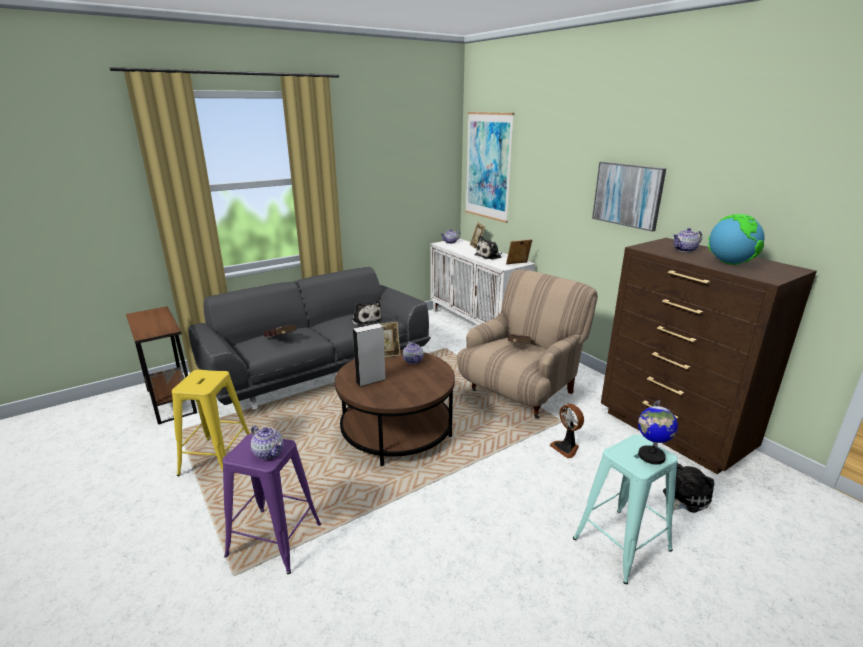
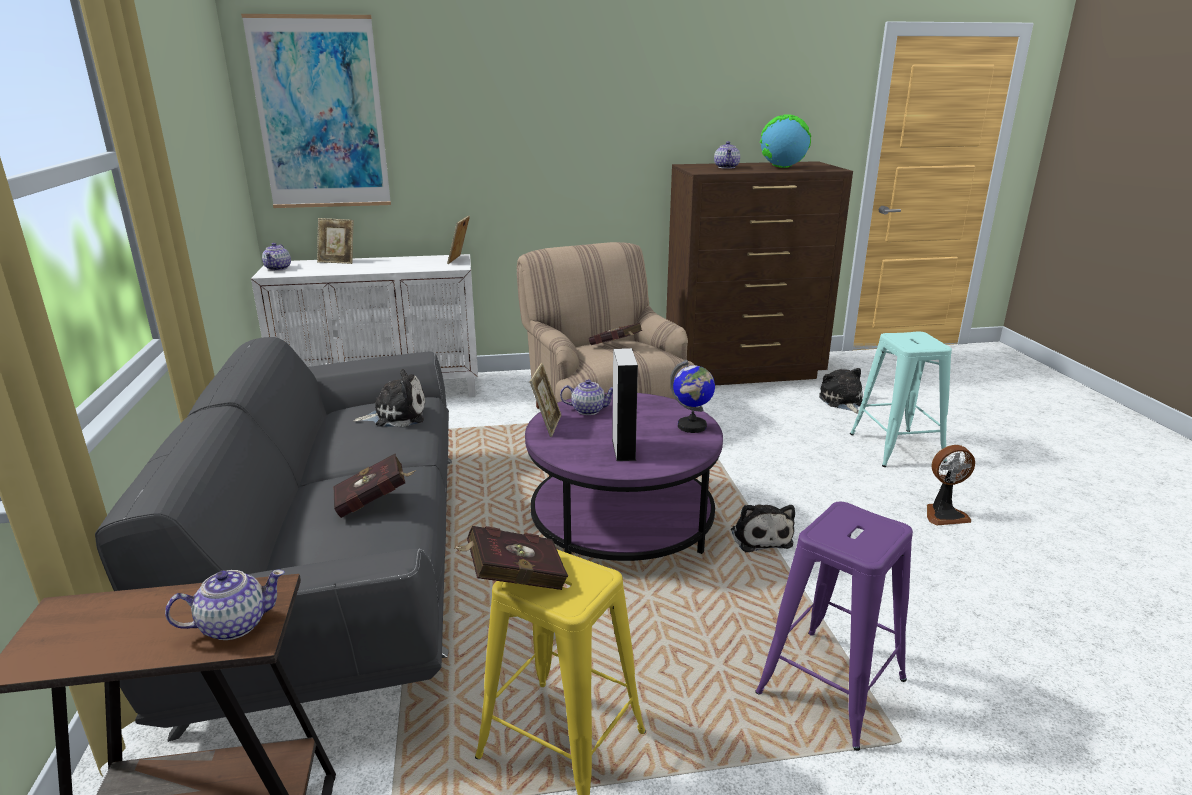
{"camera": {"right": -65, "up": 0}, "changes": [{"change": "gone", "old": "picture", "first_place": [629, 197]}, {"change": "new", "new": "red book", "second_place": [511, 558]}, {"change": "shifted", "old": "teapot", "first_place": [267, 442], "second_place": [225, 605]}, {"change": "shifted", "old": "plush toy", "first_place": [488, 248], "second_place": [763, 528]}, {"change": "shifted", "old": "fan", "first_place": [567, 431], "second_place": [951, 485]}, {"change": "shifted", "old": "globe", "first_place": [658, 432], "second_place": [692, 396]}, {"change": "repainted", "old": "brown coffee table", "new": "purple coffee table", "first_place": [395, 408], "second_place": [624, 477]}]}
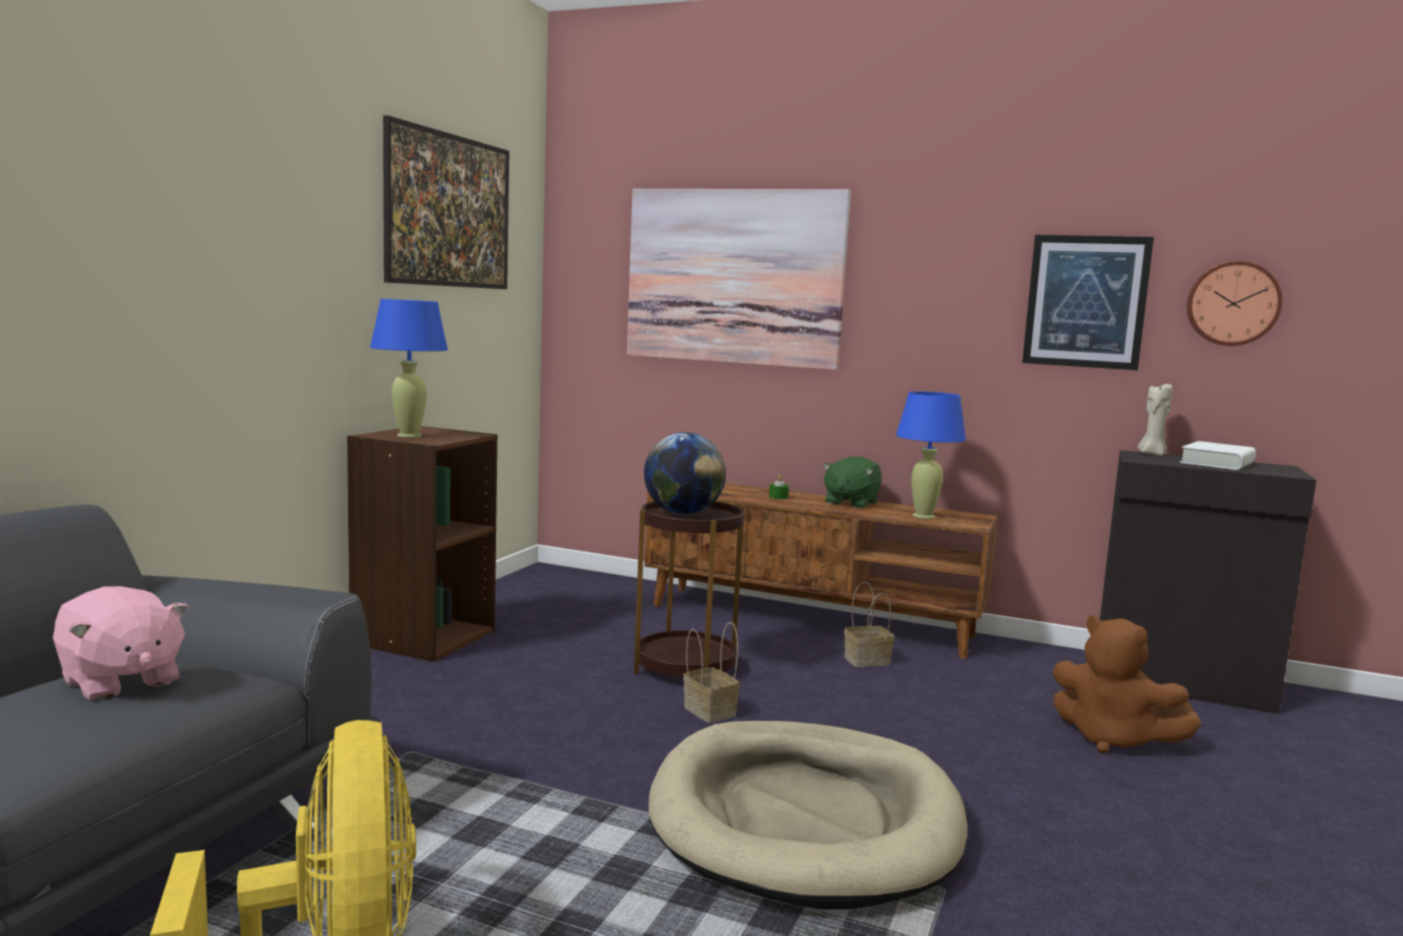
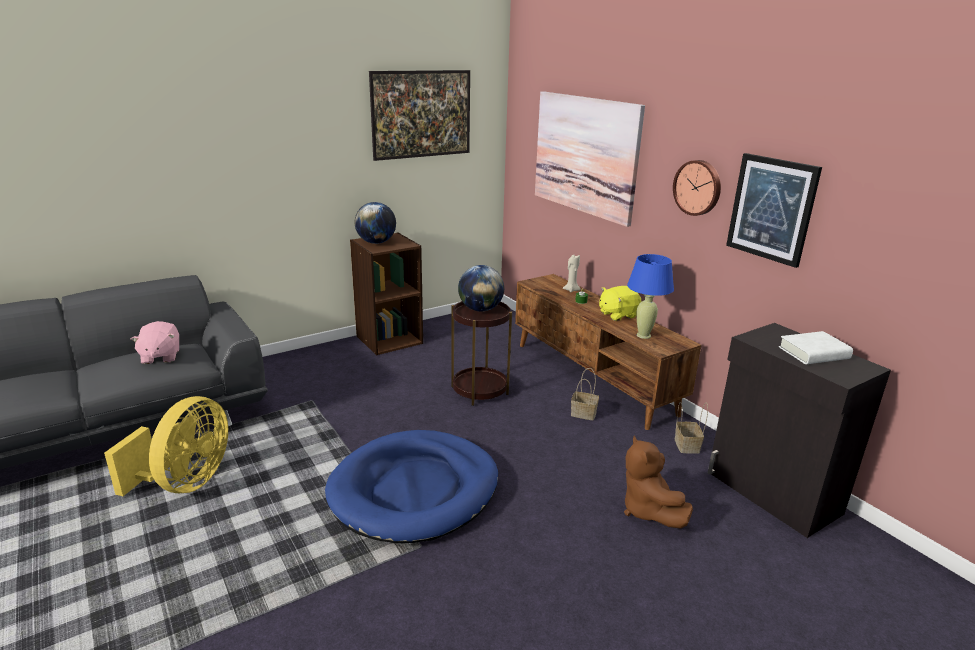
{"camera": {"right": 35, "up": 15}, "changes": [{"change": "shifted", "old": "basket", "first_place": [712, 672], "second_place": [691, 428]}, {"change": "shifted", "old": "beige candle", "first_place": [1155, 419], "second_place": [572, 273]}, {"change": "shifted", "old": "wall clock", "first_place": [1234, 303], "second_place": [697, 188]}, {"change": "swapped", "old": "blue table lamp", "new": "globe", "first_place": [409, 368], "second_place": [375, 223]}, {"change": "repainted", "old": "beige dog bed", "new": "blue dog bed", "first_place": [808, 815], "second_place": [411, 486]}, {"change": "repainted", "old": "green plush toy", "new": "yellow plush toy", "first_place": [852, 483], "second_place": [620, 303]}]}
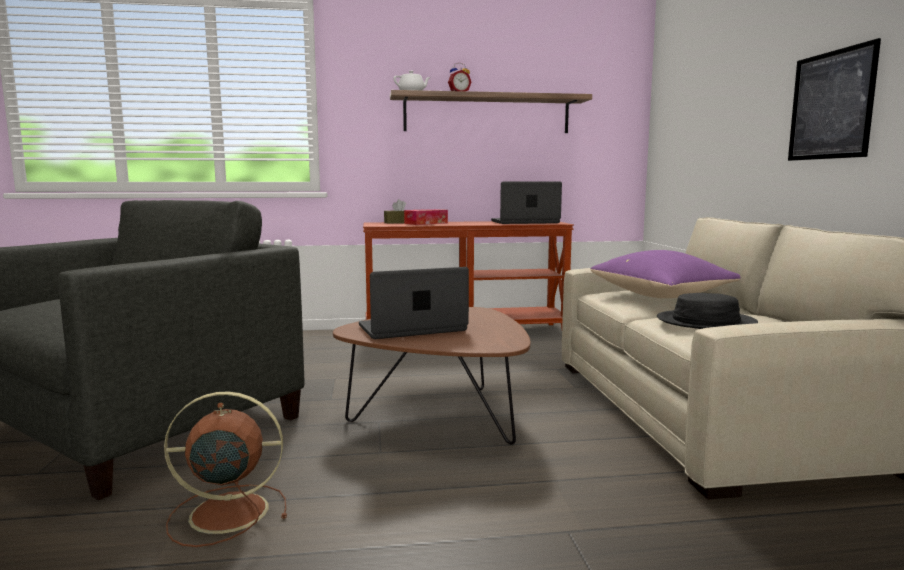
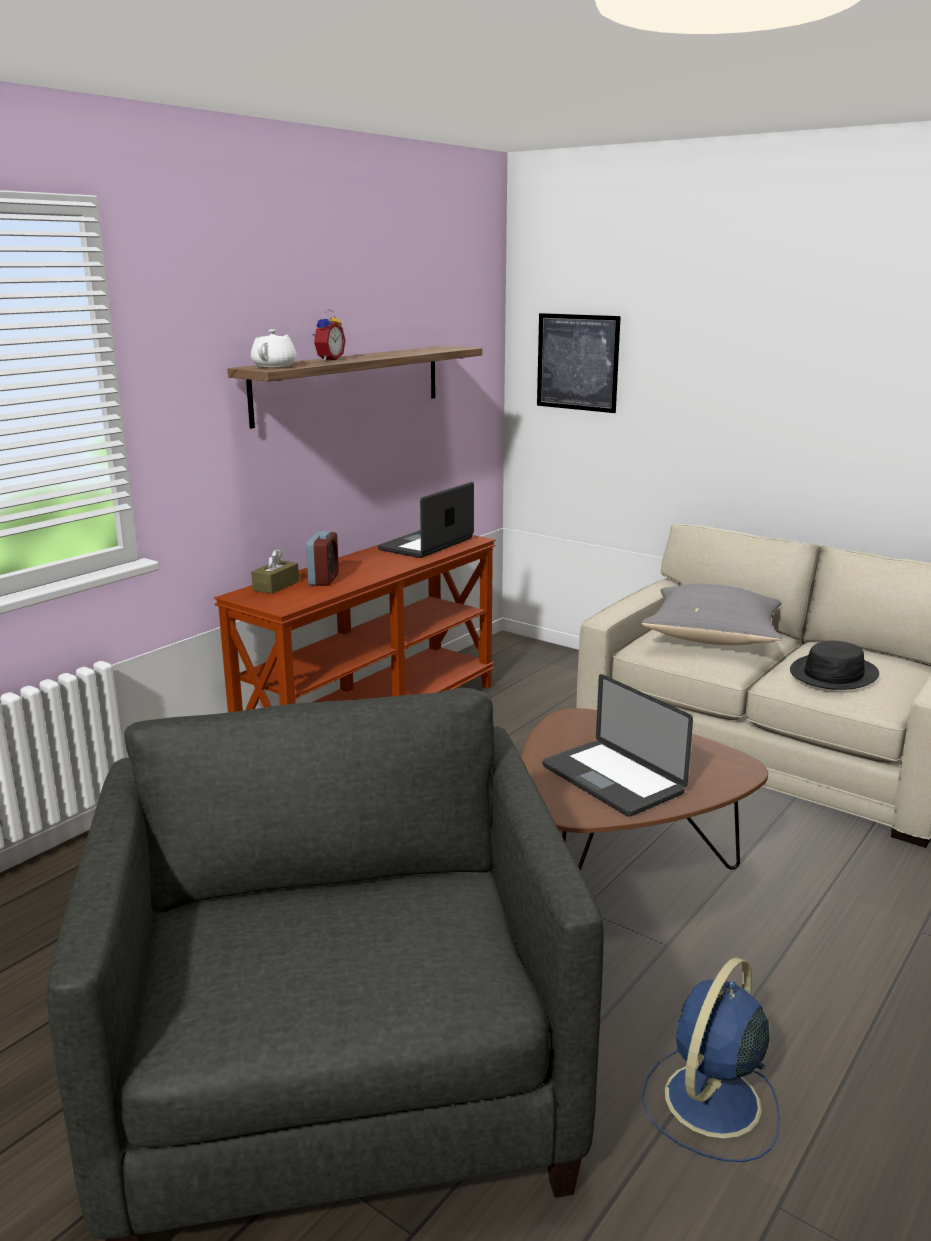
{"camera": {"right": -45, "up": 10}, "changes": [{"change": "shifted", "old": "picture", "first_place": [834, 99], "second_place": [579, 363]}, {"change": "swapped", "old": "tissue box", "new": "alarm clock", "first_place": [426, 217], "second_place": [322, 558]}, {"change": "repainted", "old": "brown fan", "new": "blue fan", "first_place": [225, 469], "second_place": [711, 1059]}, {"change": "repainted", "old": "purple pillow", "new": "grey pillow", "first_place": [665, 274], "second_place": [711, 614]}, {"change": "rotated", "old": "laptop", "first_place": [414, 303], "second_place": [617, 745], "degrees": -60}]}
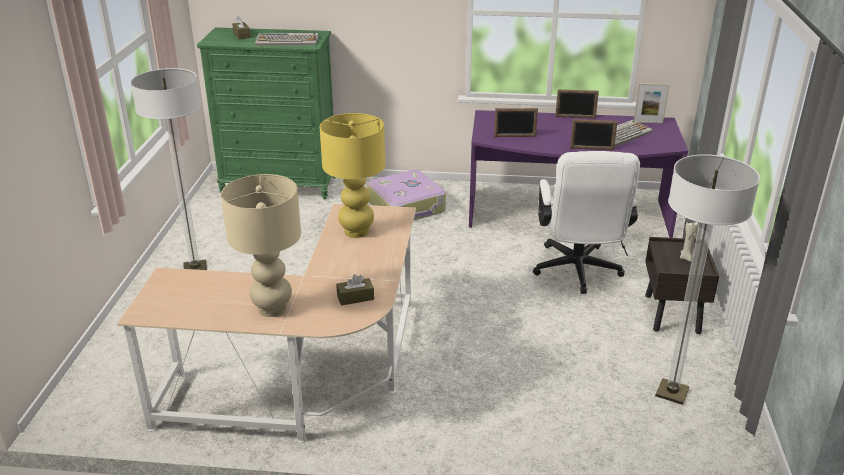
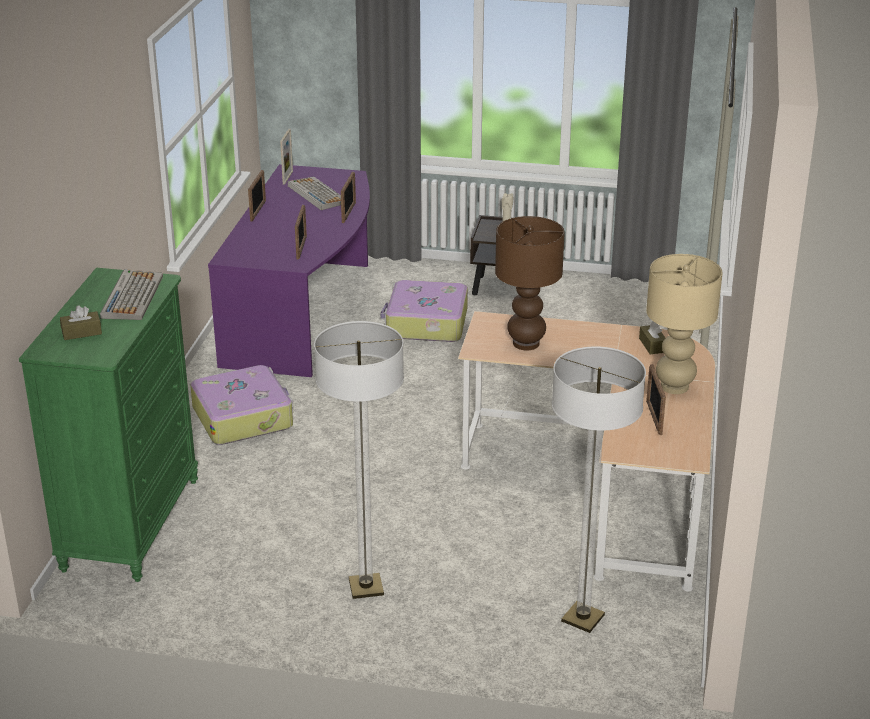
{"camera": {"right": -85, "up": 0}, "changes": [{"change": "new", "new": "picture frame", "second_place": [656, 399]}, {"change": "shifted", "old": "floor lamp", "first_place": [707, 279], "second_place": [599, 489]}, {"change": "swapped", "old": "white office chair", "new": "suitcase", "first_place": [586, 222], "second_place": [424, 311]}, {"change": "repainted", "old": "yellow table lamp", "new": "brown table lamp", "first_place": [352, 175], "second_place": [530, 283]}]}
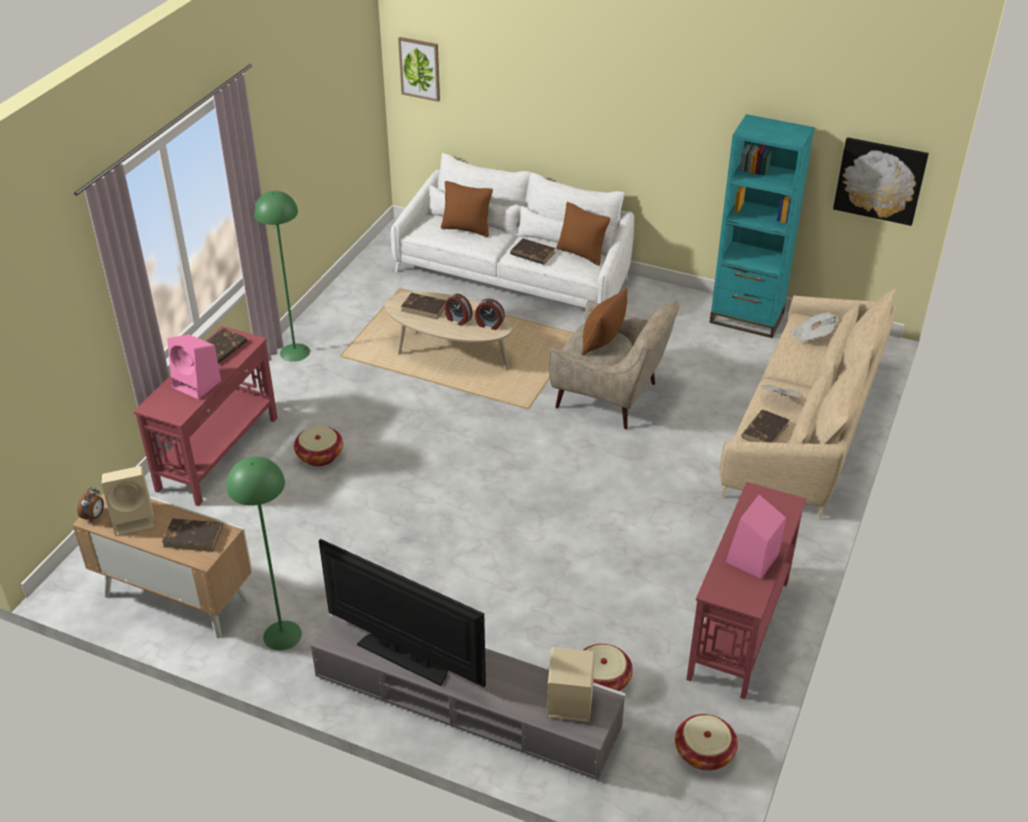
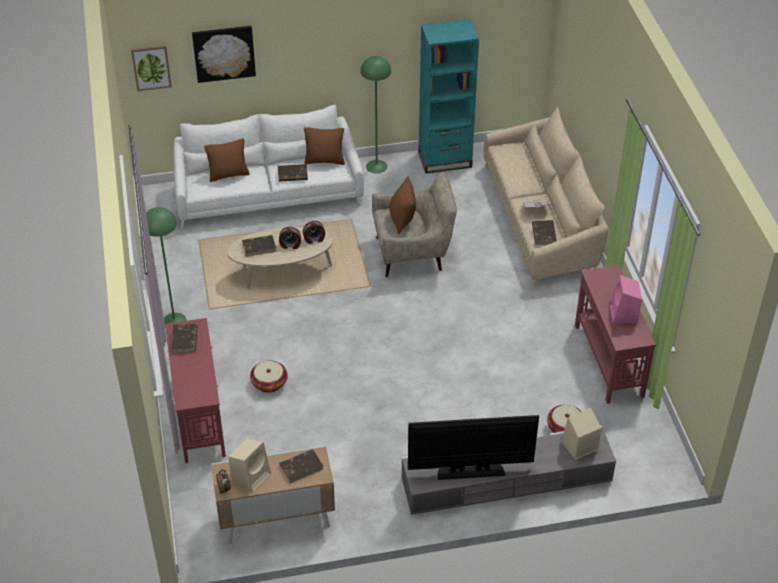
{"camera": {"right": -35, "up": 5}, "changes": [{"change": "gone", "old": "pink speaker", "first_place": [194, 366]}, {"change": "gone", "old": "basket", "first_place": [706, 742]}, {"change": "gone", "old": "newspaper", "first_place": [814, 327]}, {"change": "shifted", "old": "green floor lamp", "first_place": [264, 553], "second_place": [375, 115]}, {"change": "shifted", "old": "picture", "first_place": [881, 181], "second_place": [224, 54]}]}
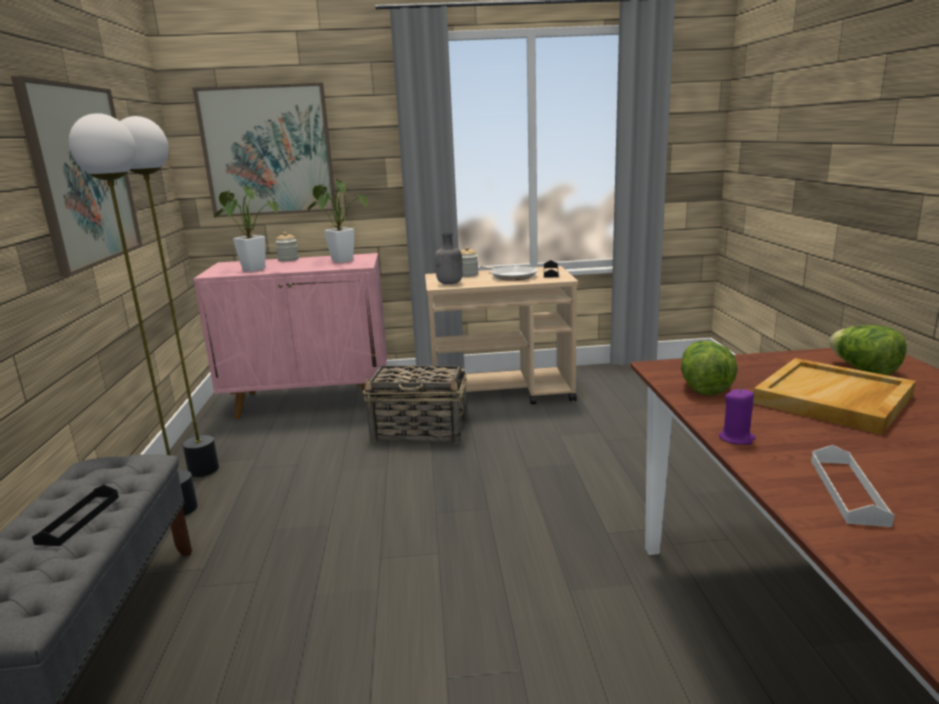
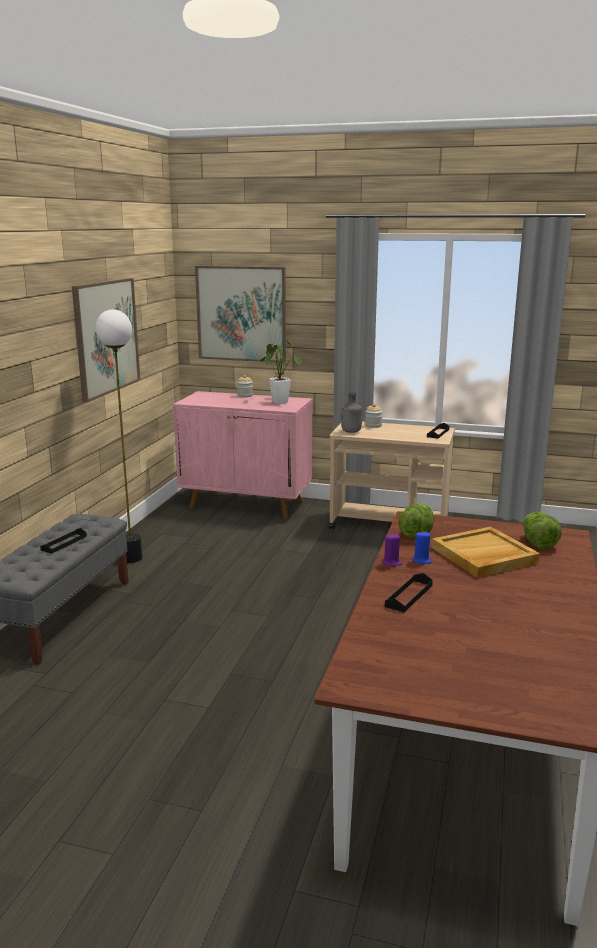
{"camera": {"right": 20, "up": 0}, "changes": [{"change": "gone", "old": "floor lamp", "first_place": [169, 296]}, {"change": "gone", "old": "potted plant", "first_place": [246, 228]}, {"change": "gone", "old": "basket", "first_place": [415, 404]}, {"change": "gone", "old": "frying pan", "first_place": [508, 273]}, {"change": "new", "new": "blue candle", "second_place": [422, 548]}, {"change": "repainted", "old": "white tray", "new": "black tray", "first_place": [853, 486], "second_place": [409, 592]}]}
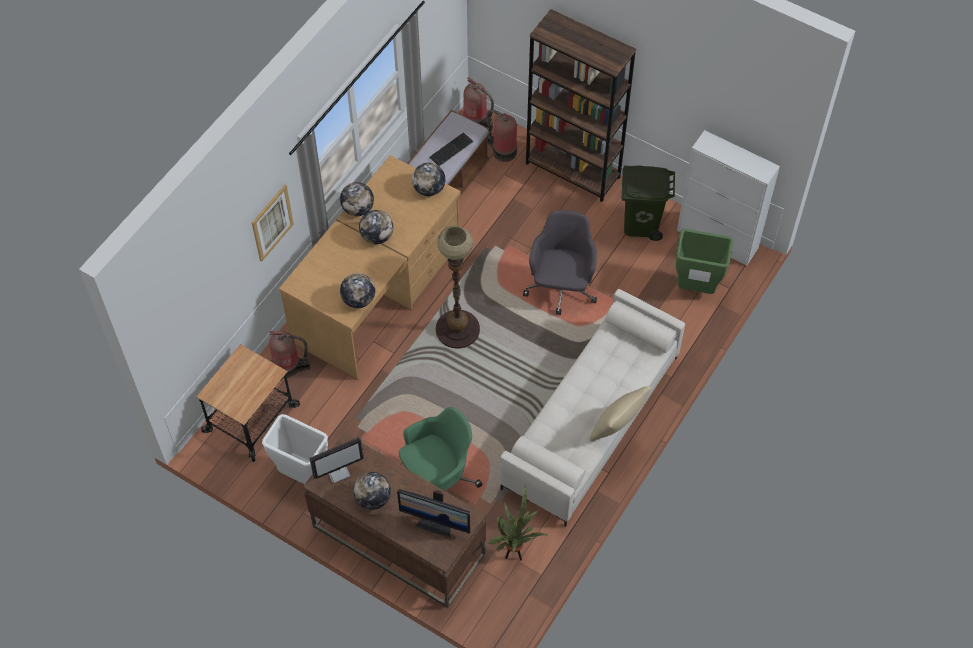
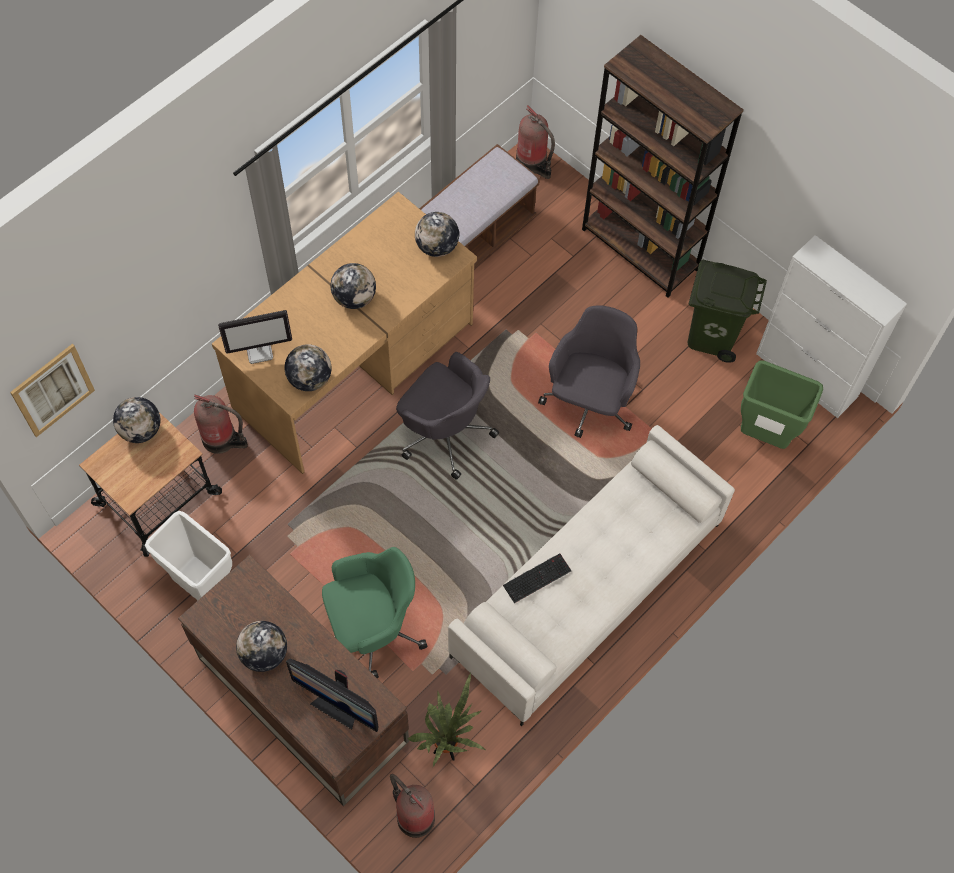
{"camera": {"right": 10, "up": 5}, "changes": [{"change": "gone", "old": "beige pillow", "first_place": [620, 414]}, {"change": "shifted", "old": "picture", "first_place": [273, 223], "second_place": [52, 390]}, {"change": "shifted", "old": "monitor", "first_place": [337, 460], "second_place": [255, 337]}, {"change": "shifted", "old": "globe", "first_place": [357, 199], "second_place": [137, 420]}, {"change": "shifted", "old": "keyboard", "first_place": [451, 149], "second_place": [537, 578]}, {"change": "shifted", "old": "fire extinguisher", "first_place": [501, 136], "second_place": [412, 806]}, {"change": "swapped", "old": "floor lamp", "new": "grey office chair", "first_place": [458, 287], "second_place": [447, 416]}]}
